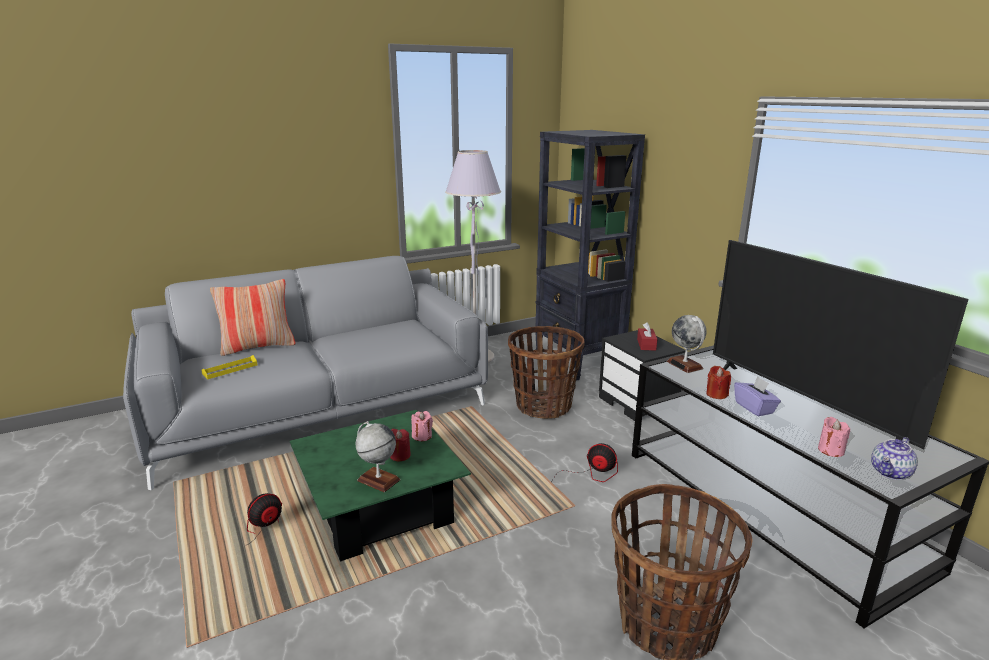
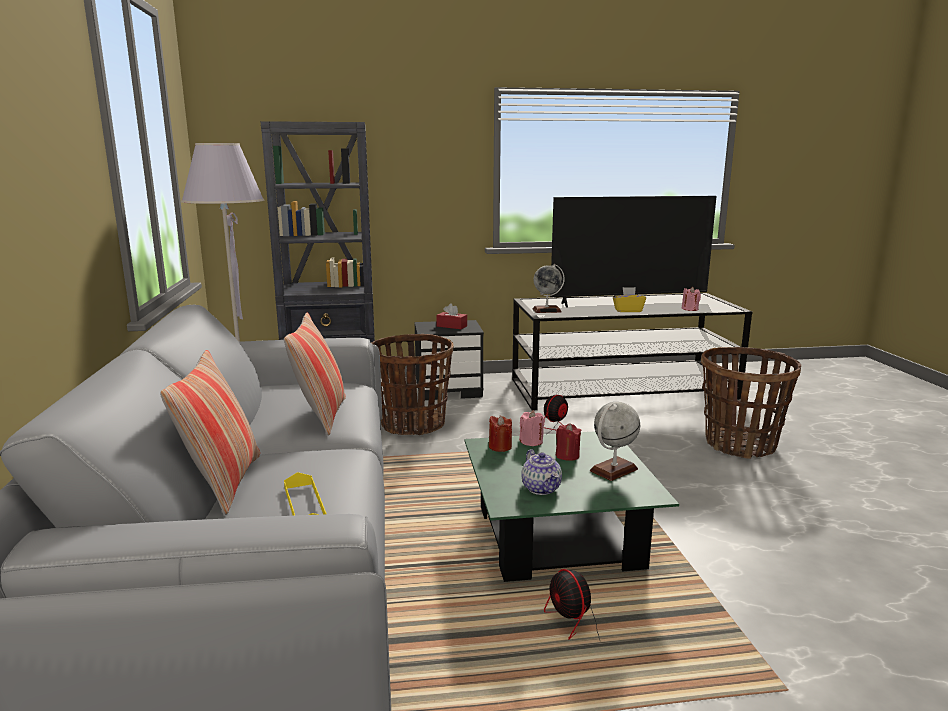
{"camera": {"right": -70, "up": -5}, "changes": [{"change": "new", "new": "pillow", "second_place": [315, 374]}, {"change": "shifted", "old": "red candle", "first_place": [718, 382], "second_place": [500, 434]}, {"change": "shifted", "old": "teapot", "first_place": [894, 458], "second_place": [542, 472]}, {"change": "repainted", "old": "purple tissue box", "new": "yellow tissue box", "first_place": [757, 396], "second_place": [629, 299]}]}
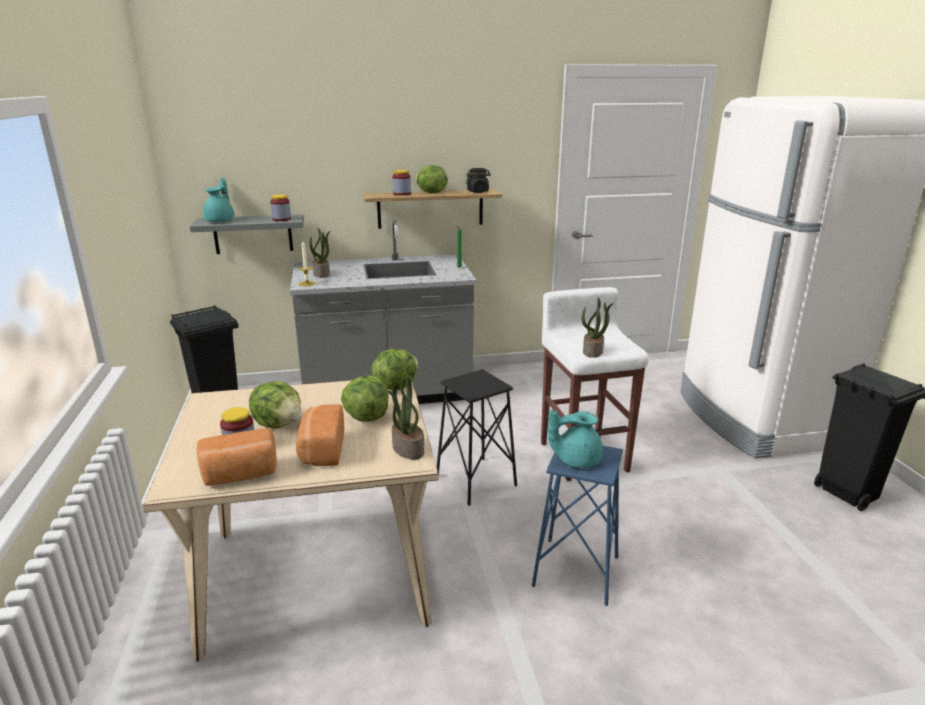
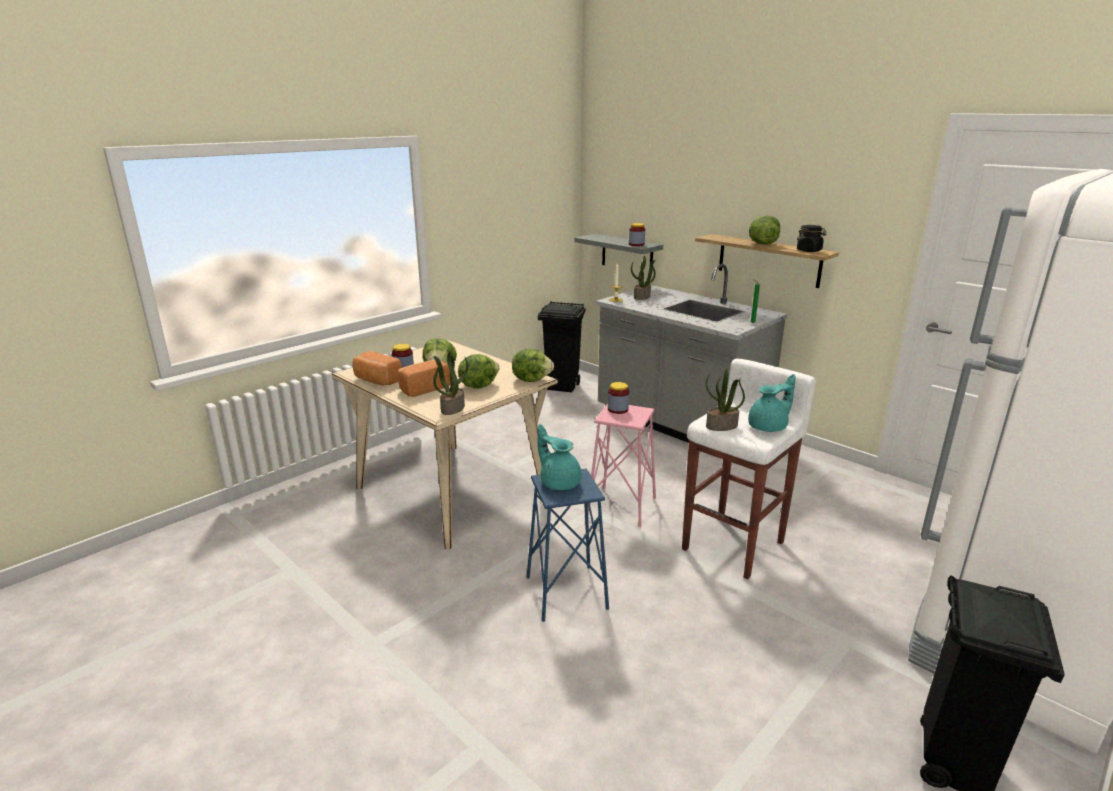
{"camera": {"right": 55, "up": 0}, "changes": [{"change": "shifted", "old": "turquoise teapot", "first_place": [218, 199], "second_place": [772, 403]}, {"change": "shifted", "old": "jar", "first_place": [402, 183], "second_place": [618, 398]}, {"change": "repainted", "old": "black stool", "new": "pink stool", "first_place": [477, 437], "second_place": [622, 465]}]}
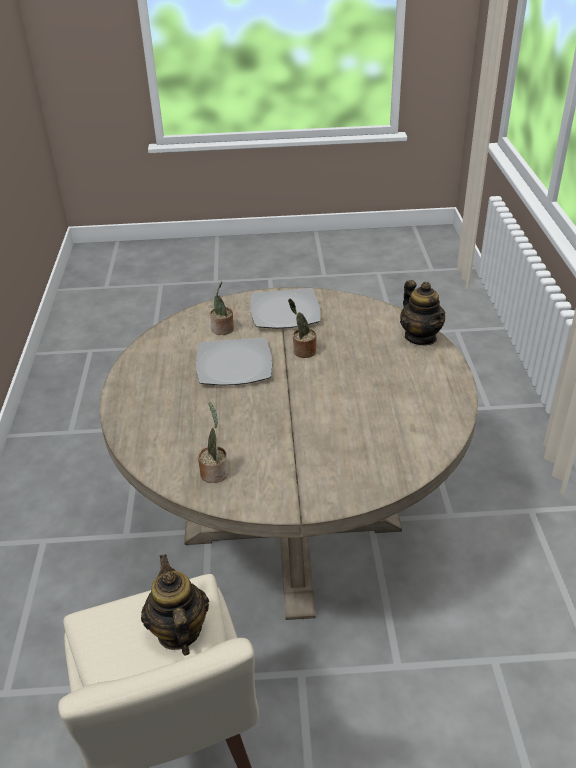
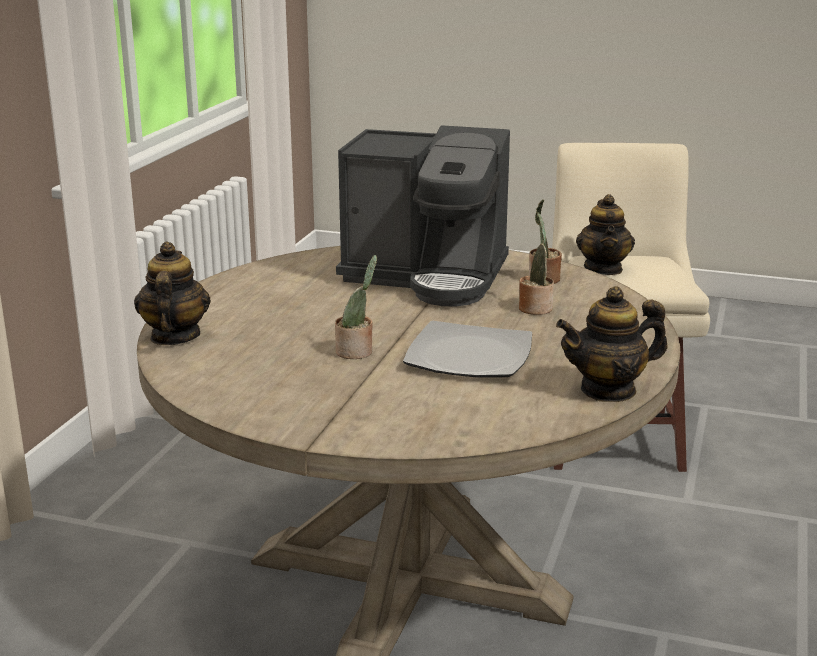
{"camera": {"right": -160, "up": -15}, "changes": [{"change": "gone", "old": "plate", "first_place": [285, 308]}, {"change": "new", "new": "coffee machine", "second_place": [423, 216]}, {"change": "new", "new": "teapot", "second_place": [612, 344]}, {"change": "shifted", "old": "potted plant", "first_place": [222, 308], "second_place": [536, 263]}]}
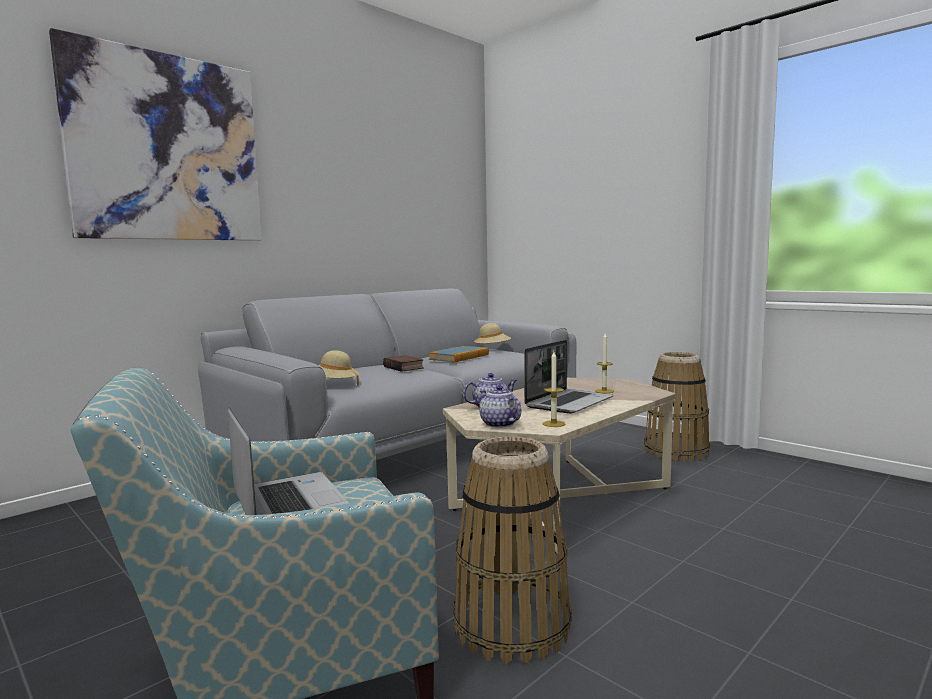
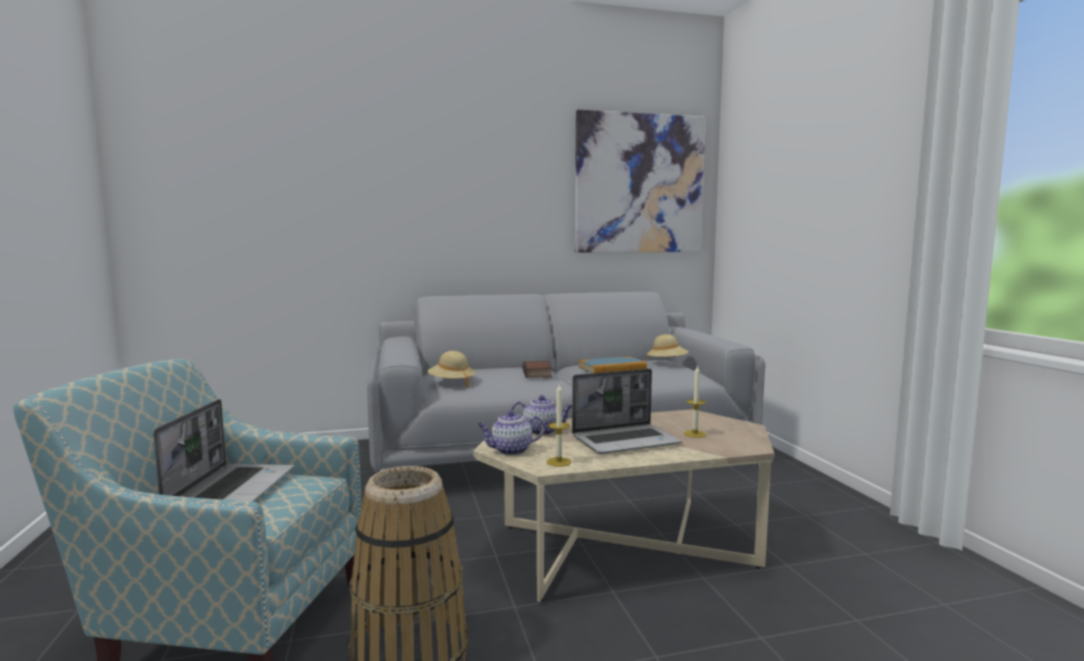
{"camera": {"right": 30, "up": 0}, "changes": [{"change": "gone", "old": "basket", "first_place": [677, 407]}, {"change": "shifted", "old": "picture", "first_place": [155, 134], "second_place": [640, 181]}, {"change": "rotated", "old": "teapot", "first_place": [500, 406], "second_place": [511, 433], "degrees": -105}]}
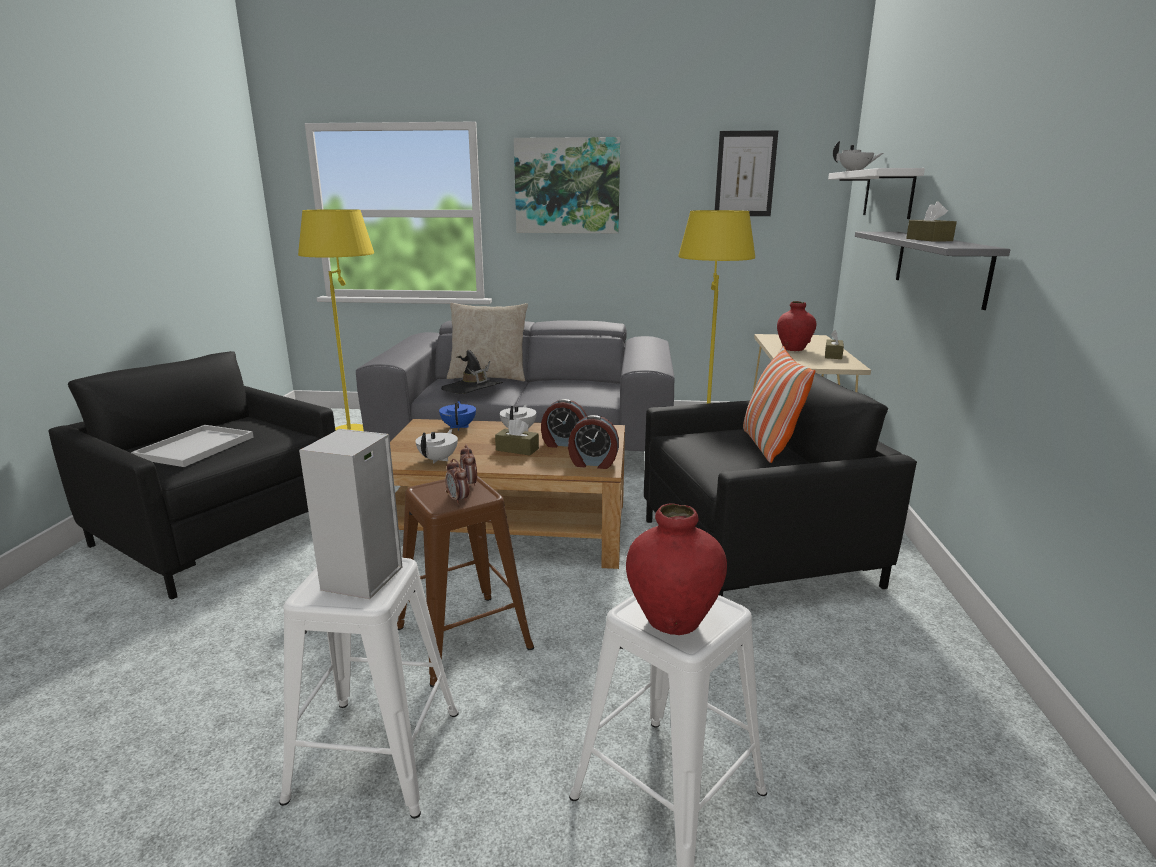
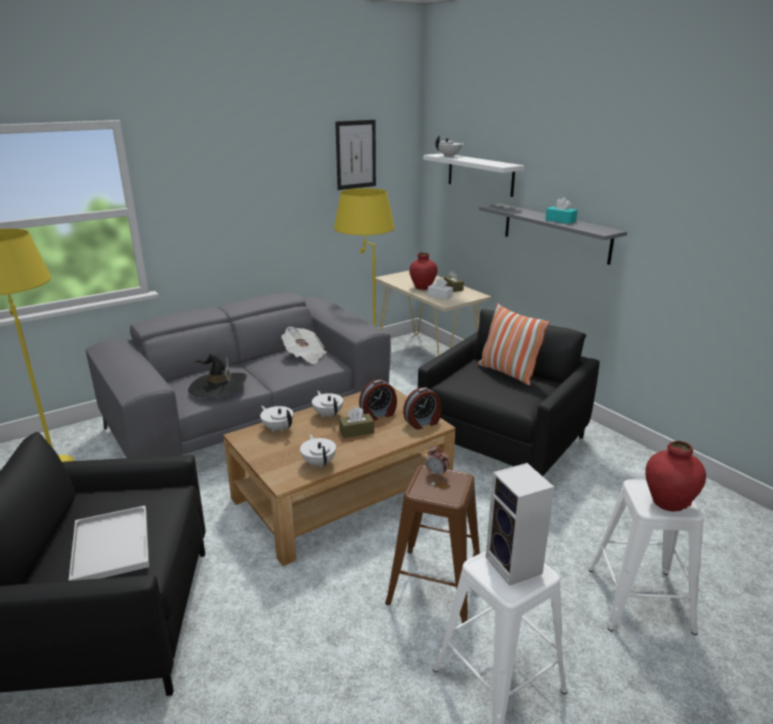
{"camera": {"right": -40, "up": 5}, "changes": [{"change": "gone", "old": "alarm clock", "first_place": [457, 482]}, {"change": "gone", "old": "beige pillow", "first_place": [487, 342]}, {"change": "gone", "old": "picture", "first_place": [567, 185]}, {"change": "new", "new": "newspaper", "second_place": [303, 345]}, {"change": "new", "new": "white tissue box", "second_place": [440, 289]}, {"change": "repainted", "old": "blue teapot", "new": "white teapot", "first_place": [457, 416], "second_place": [276, 419]}, {"change": "repainted", "old": "brown tissue box", "new": "turquoise tissue box", "first_place": [931, 221], "second_place": [561, 210]}]}
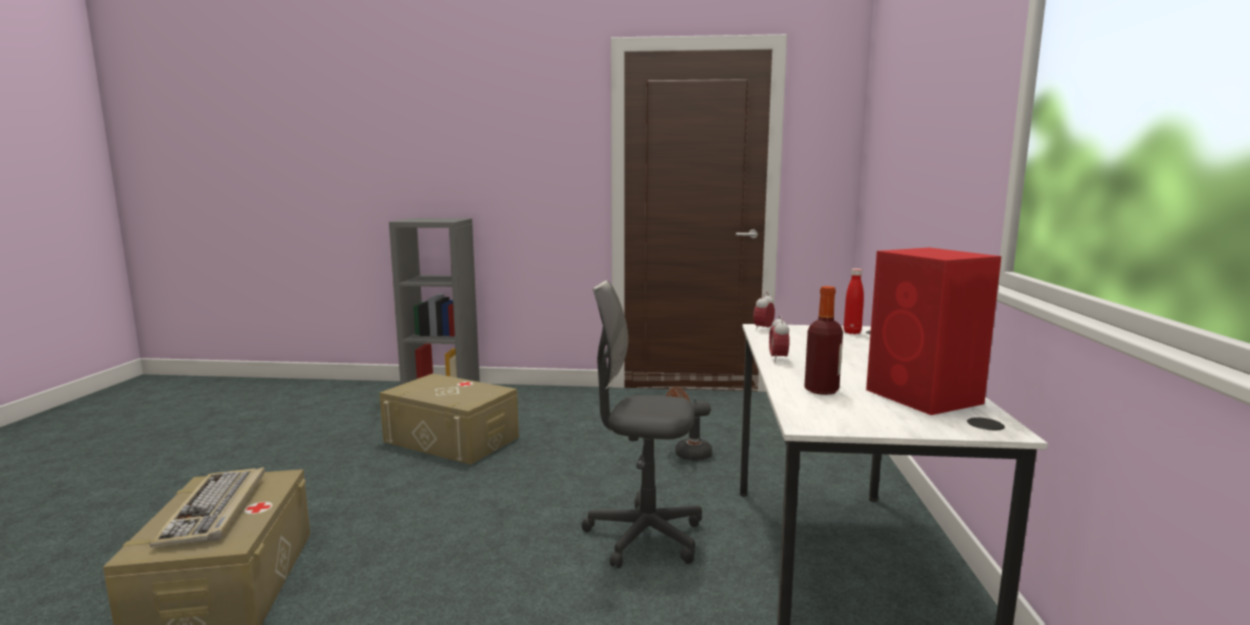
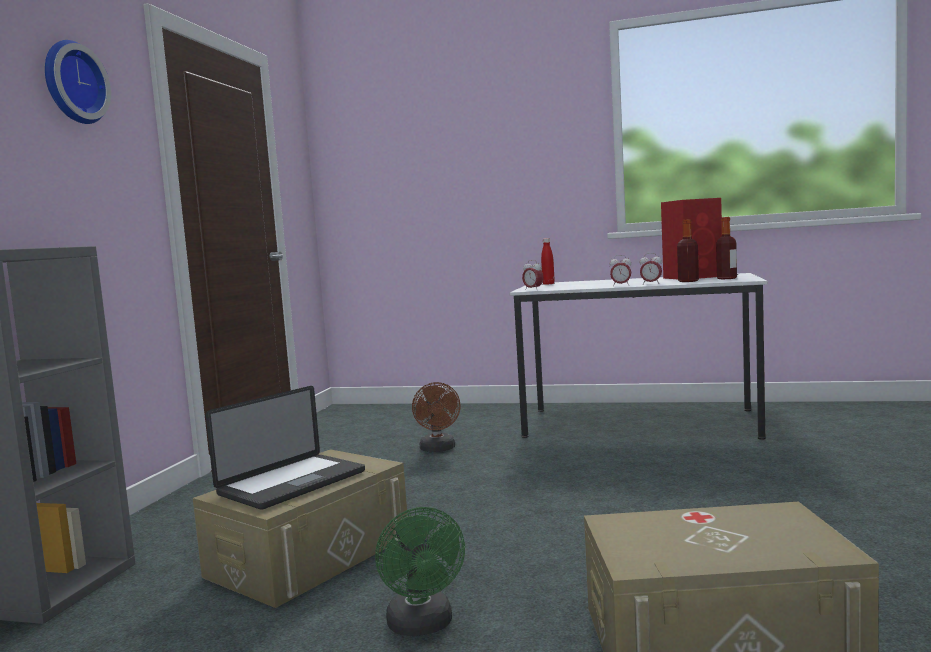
{"camera": {"right": -80, "up": -5}, "changes": [{"change": "gone", "old": "keyboard", "first_place": [207, 507]}, {"change": "gone", "old": "grey office chair", "first_place": [642, 424]}, {"change": "new", "new": "wall clock", "second_place": [78, 82]}, {"change": "new", "new": "laptop", "second_place": [285, 448]}, {"change": "new", "new": "green fan", "second_place": [420, 571]}, {"change": "new", "new": "alarm clock", "second_place": [651, 269]}, {"change": "new", "new": "bottle", "second_place": [726, 248]}]}
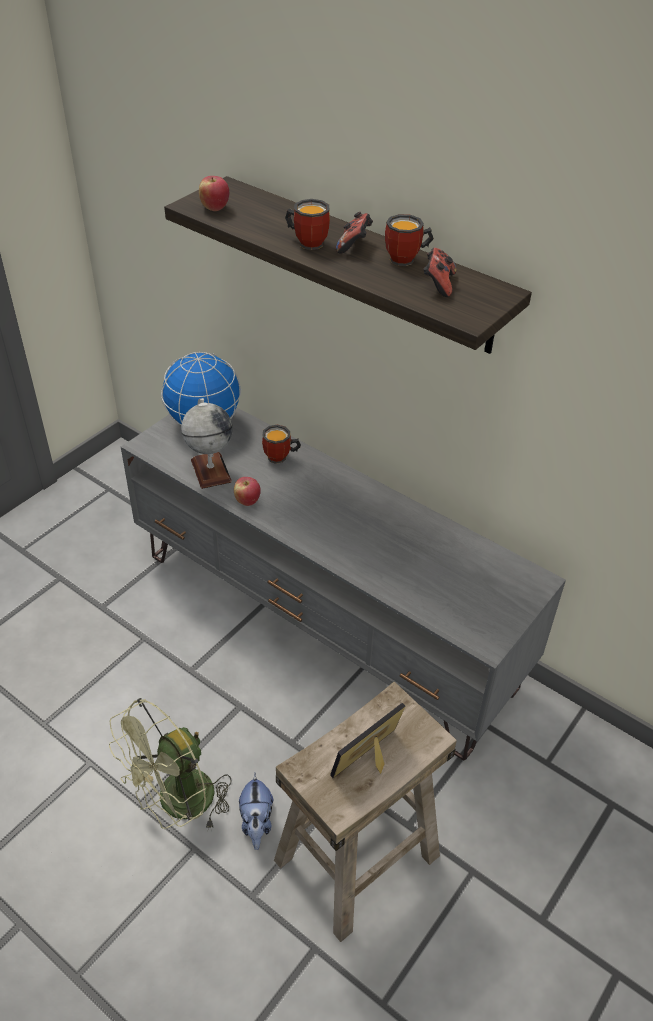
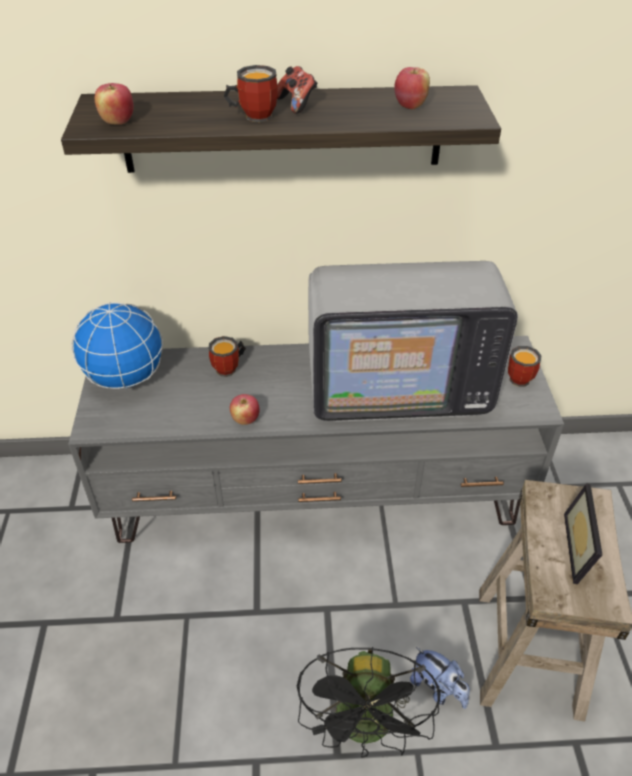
{"camera": {"right": -40, "up": 0}, "changes": [{"change": "gone", "old": "globe", "first_place": [207, 443]}, {"change": "new", "new": "television", "second_place": [413, 341]}, {"change": "shifted", "old": "mug", "first_place": [409, 240], "second_place": [525, 366]}, {"change": "swapped", "old": "game controller", "new": "apple", "first_place": [440, 272], "second_place": [412, 88]}, {"change": "repainted", "old": "green fan", "new": "black fan", "first_place": [170, 764], "second_place": [369, 702]}]}
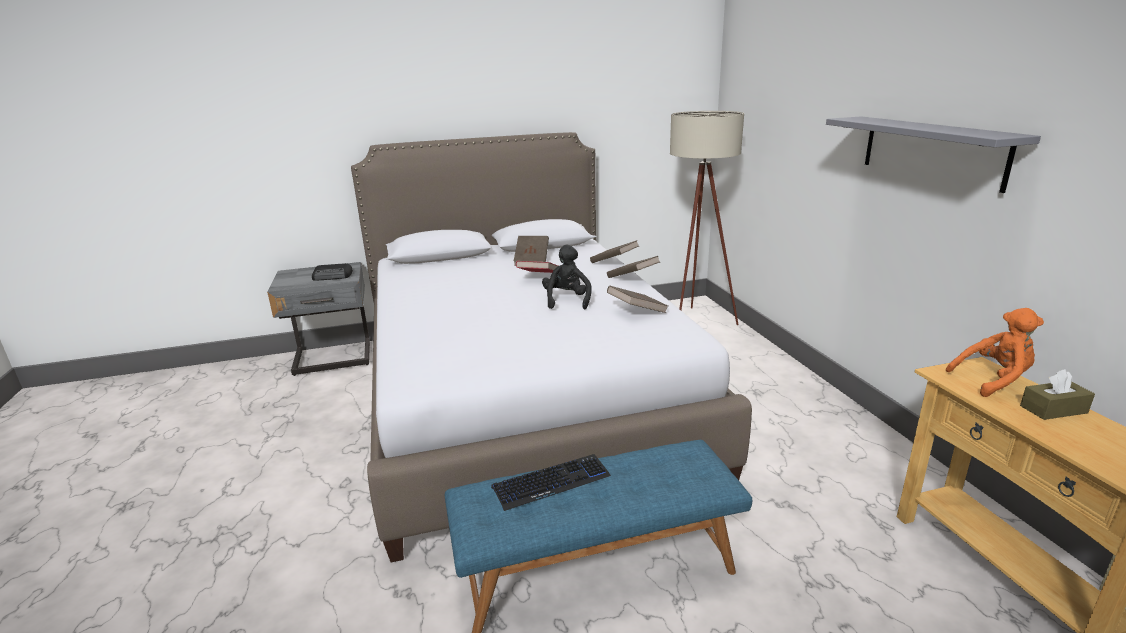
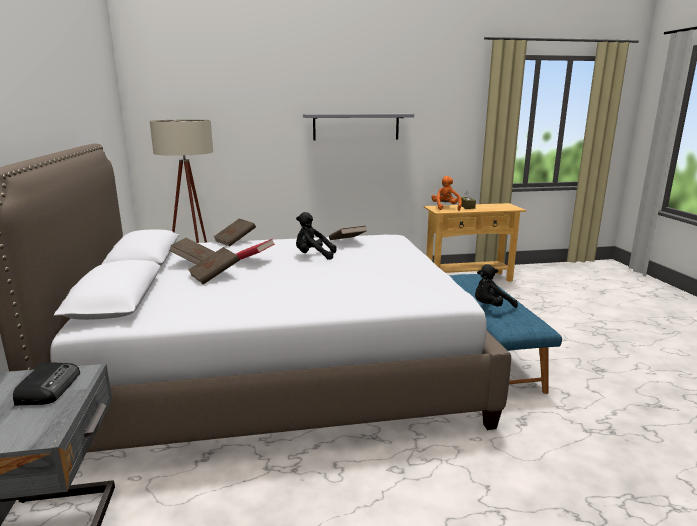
{"camera": {"right": -85, "up": -5}, "changes": [{"change": "shifted", "old": "brown book", "first_place": [633, 267], "second_place": [213, 265]}, {"change": "swapped", "old": "keyboard", "new": "black plush toy", "first_place": [551, 482], "second_place": [496, 286]}]}
